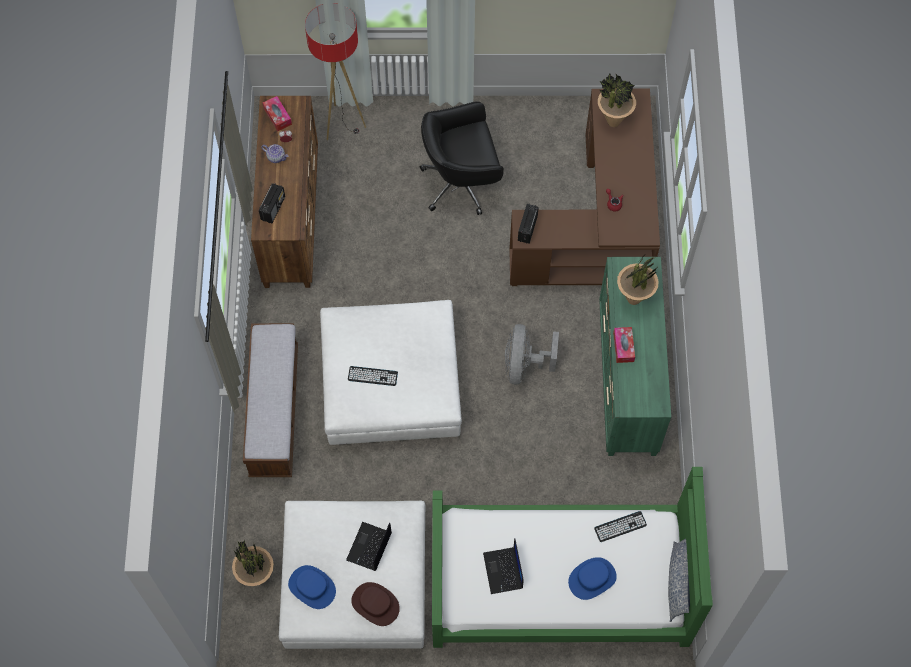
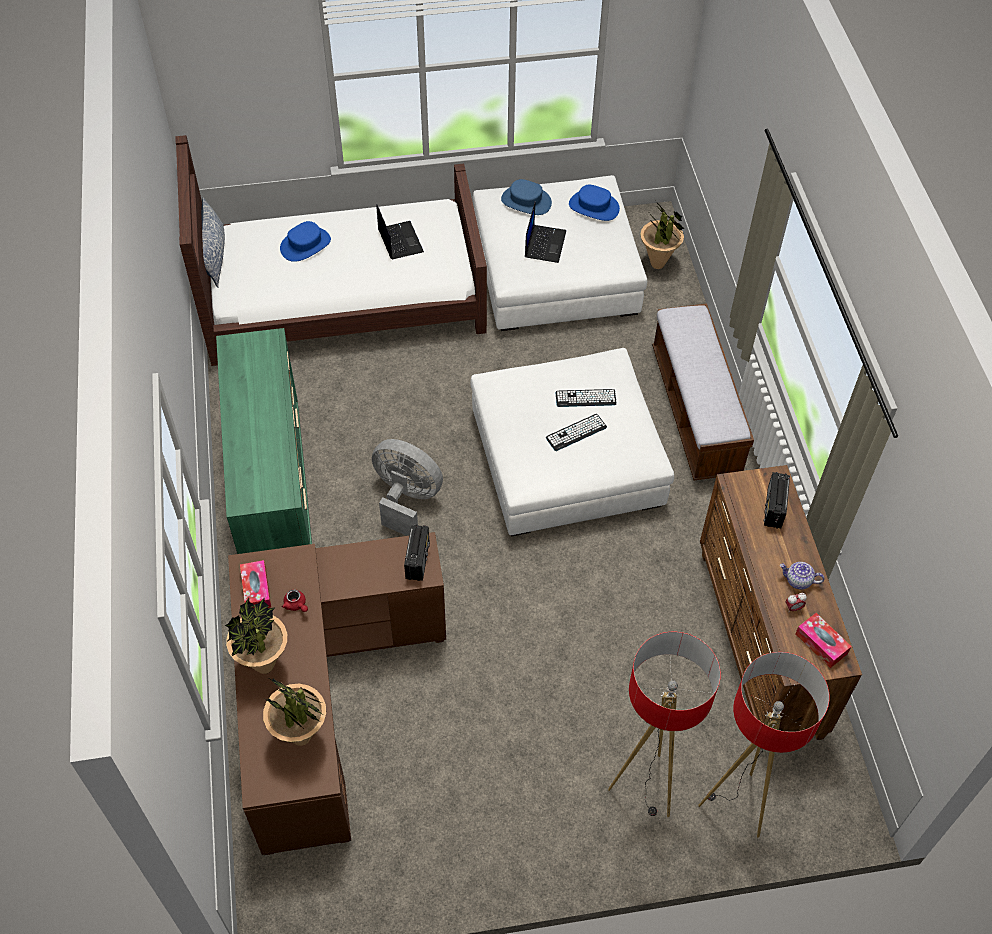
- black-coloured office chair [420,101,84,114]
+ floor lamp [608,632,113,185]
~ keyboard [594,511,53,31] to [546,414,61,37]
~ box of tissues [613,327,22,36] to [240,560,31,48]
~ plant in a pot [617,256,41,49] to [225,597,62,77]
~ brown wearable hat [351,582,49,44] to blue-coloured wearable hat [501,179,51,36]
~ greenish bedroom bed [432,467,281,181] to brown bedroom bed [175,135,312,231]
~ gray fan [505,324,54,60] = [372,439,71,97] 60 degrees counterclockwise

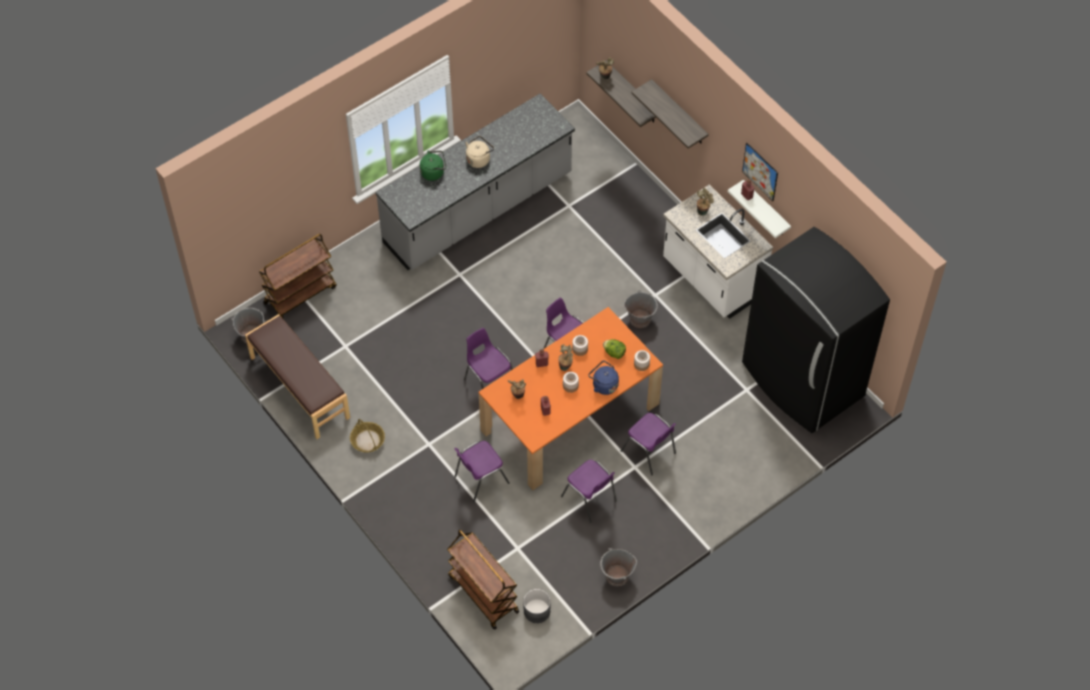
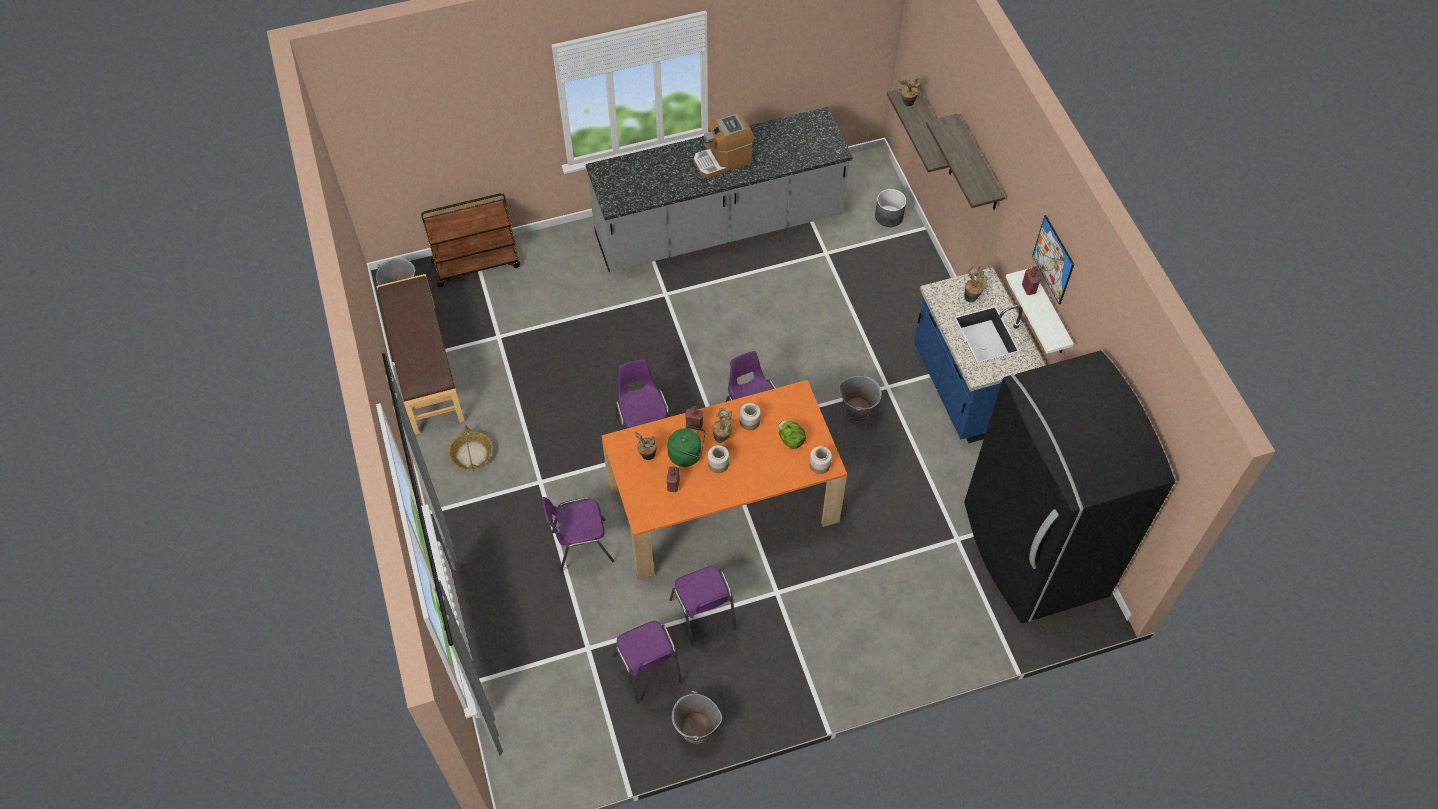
- brown trolley [447,530,72,100]
- blue-coloured kettle [588,360,31,35]
~ greenish kettle [420,150,26,31] to [667,423,38,44]
~ gray planter [523,589,28,34] to [875,189,31,38]
~ purple-coloured plain chair [621,413,55,62] to [613,621,69,83]
~ beige kettle [465,136,29,32] to coffee machine [693,113,61,65]
~ whitish counter [663,184,110,135] to blue-coloured counter [914,267,132,176]

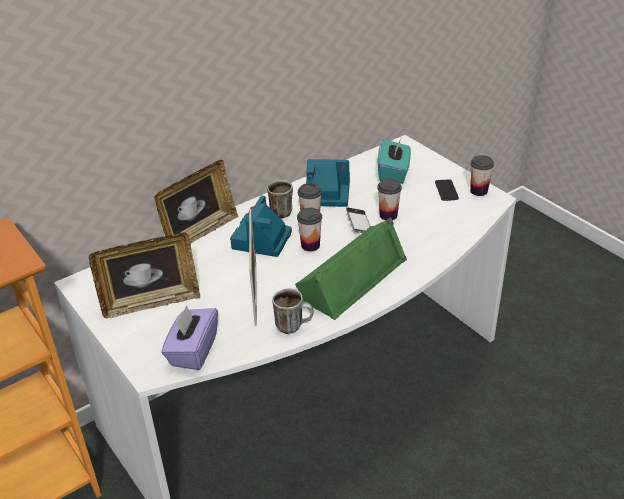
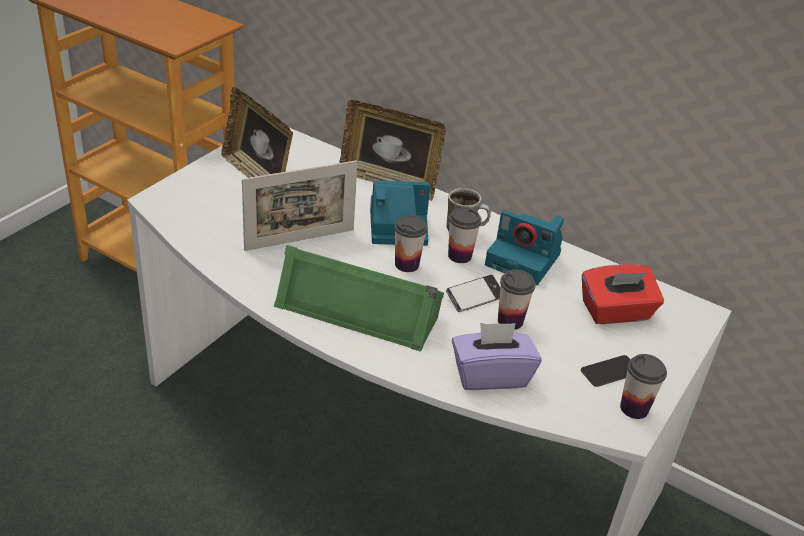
- mug [272,288,42,46]
~ purple-coloured box of tissues [162,305,56,65] to [452,323,90,67]
~ turquoise-coloured box of tissues [378,139,33,45] to reddish box of tissues [582,264,82,60]
~ still camera [306,159,44,48] = [485,210,79,75] 135 degrees clockwise

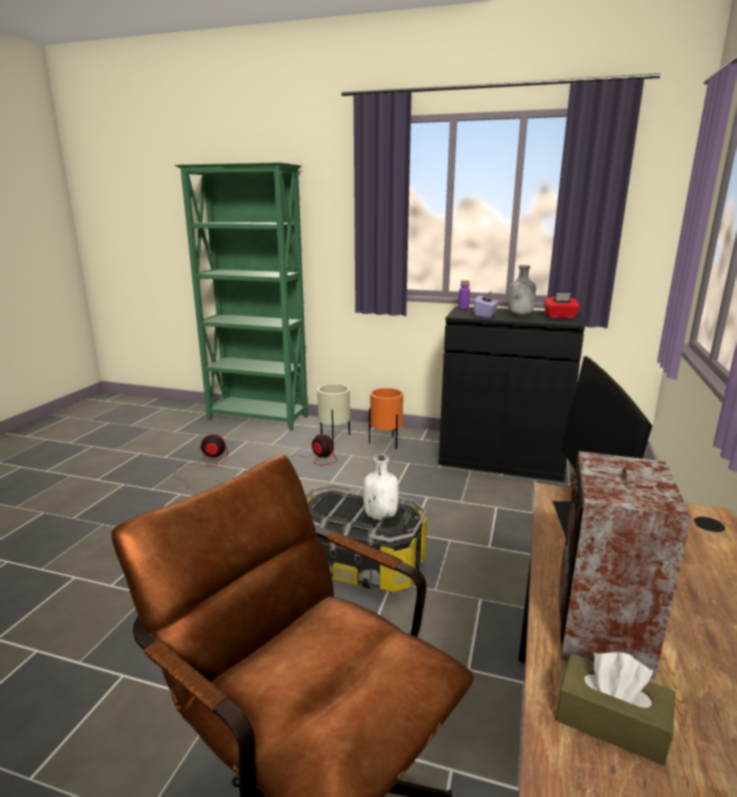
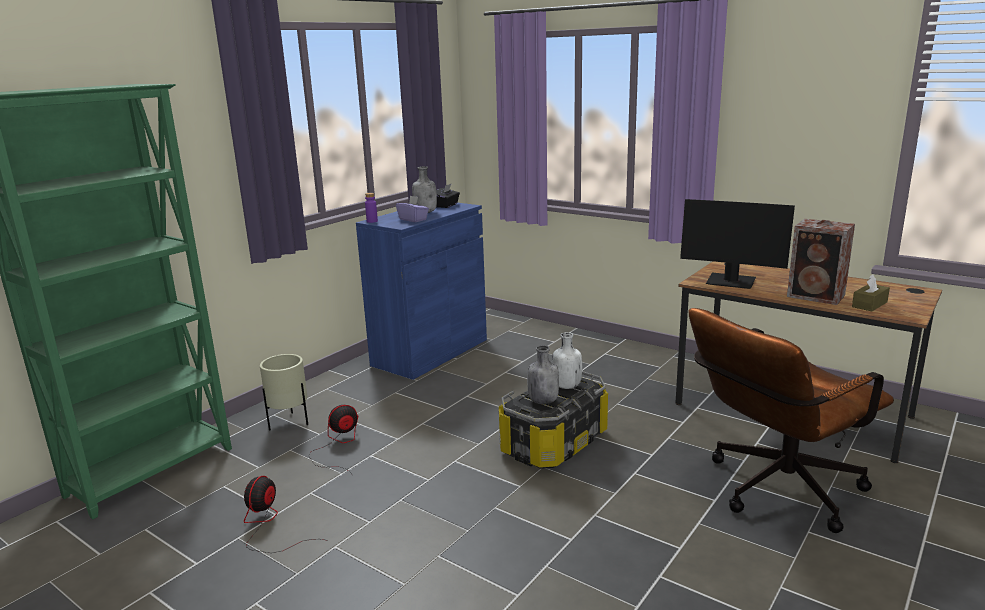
- orange planter [369,388,34,61]
+ gray bottle [527,345,32,59]
~ black-coloured cupboard [439,306,146,176] to blue-coloured cupboard [356,203,131,177]
~ reddish box of tissues [544,293,36,25] to black-coloured box of tissues [436,183,24,25]

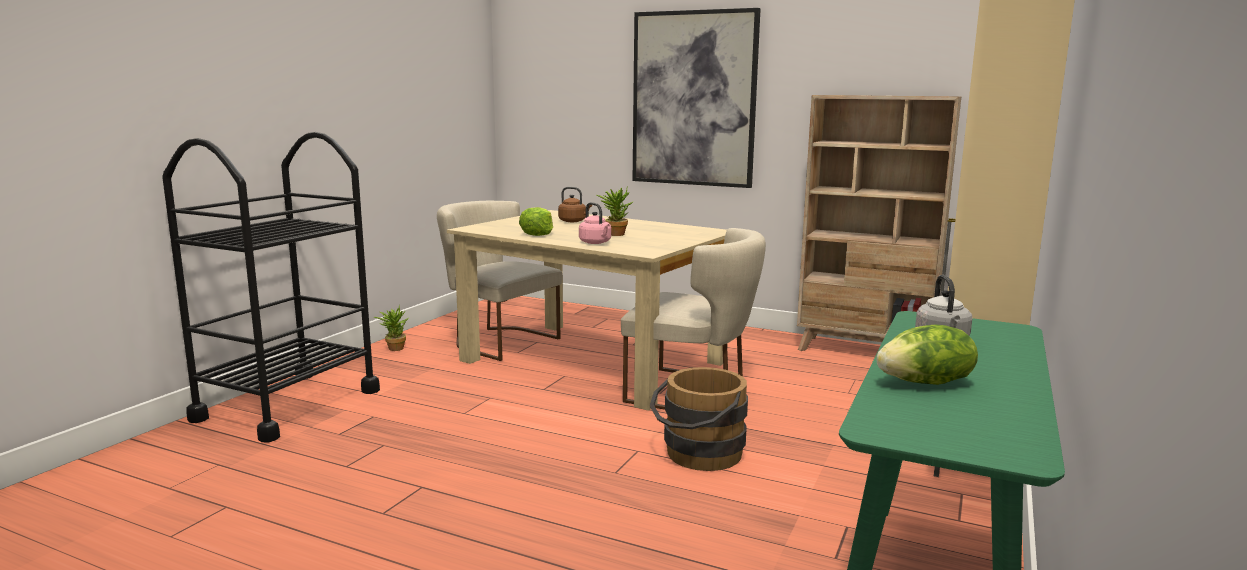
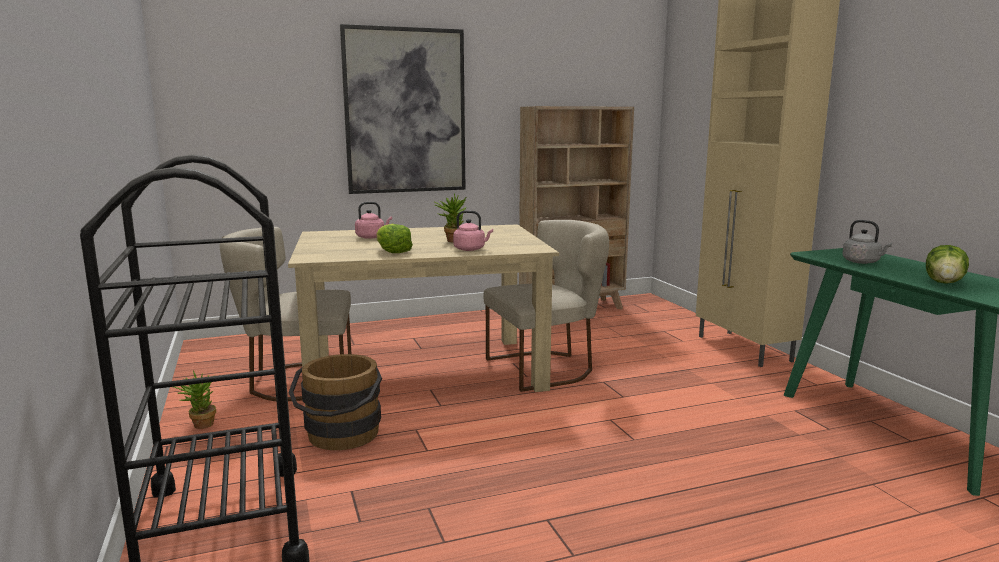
~ brown water bucket [650,367,98,104] to [289,354,93,96]
~ brown kettle [558,187,34,35] to pink kettle [355,202,37,37]

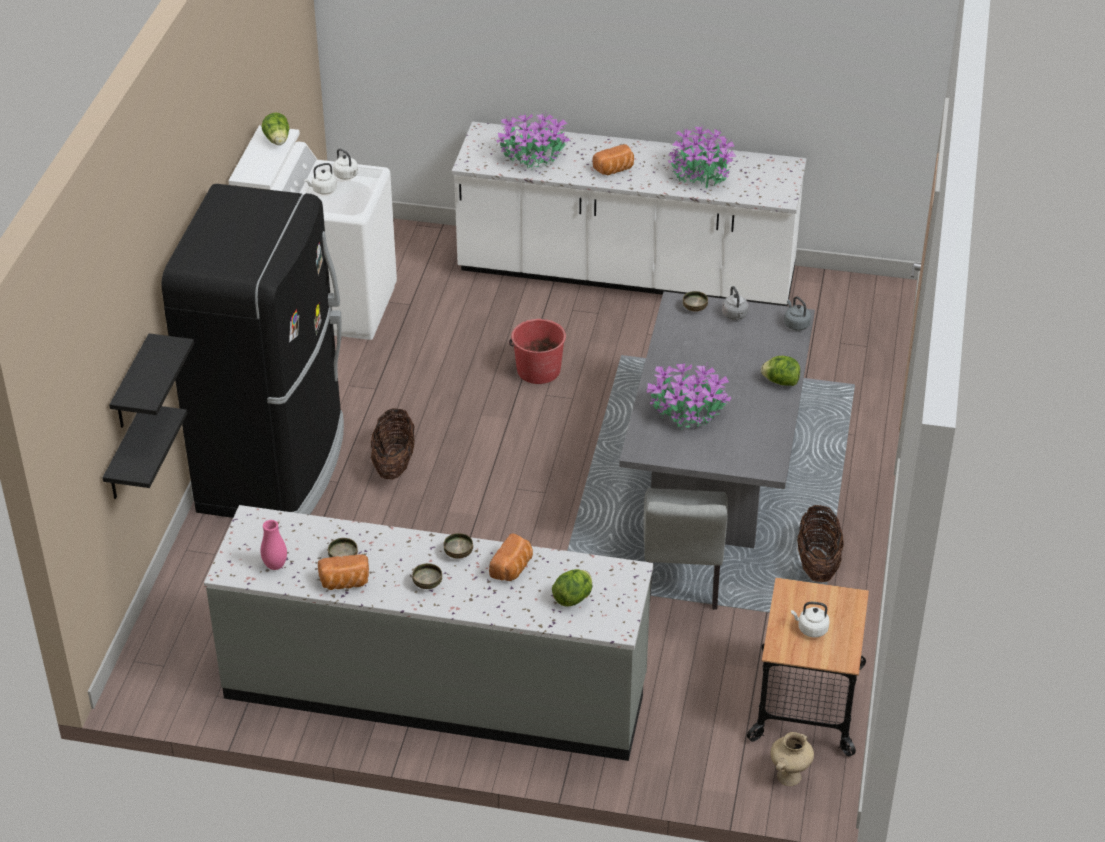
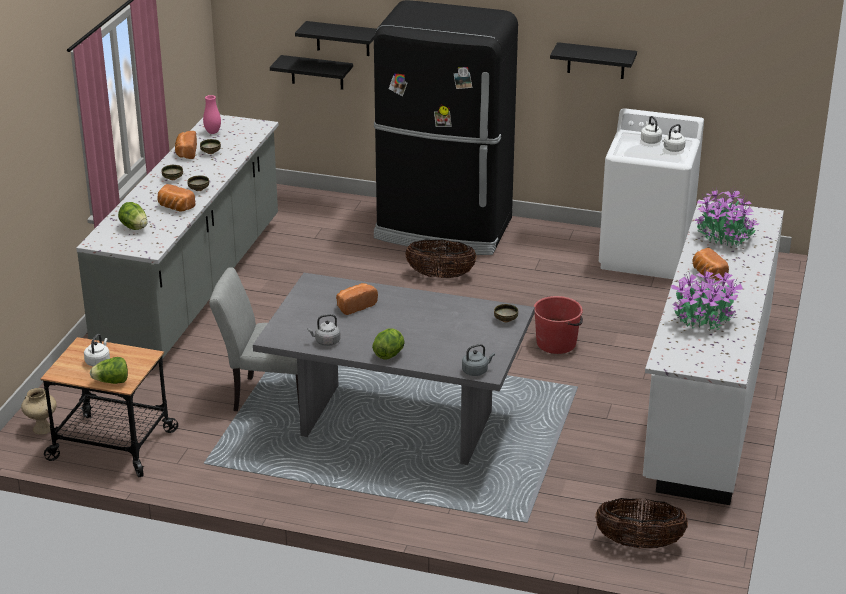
~ lettuce [261,113,28,32] to [90,357,38,27]
~ gray kettle [722,286,26,34] to [307,314,34,32]
~ storage basket [797,505,47,77] to [595,498,93,50]
~ plant in a pot [647,362,84,68] to bread [336,283,42,32]
~ whitish bracket shelf [228,125,72,65] to black-coloured bracket shelf [550,42,87,37]

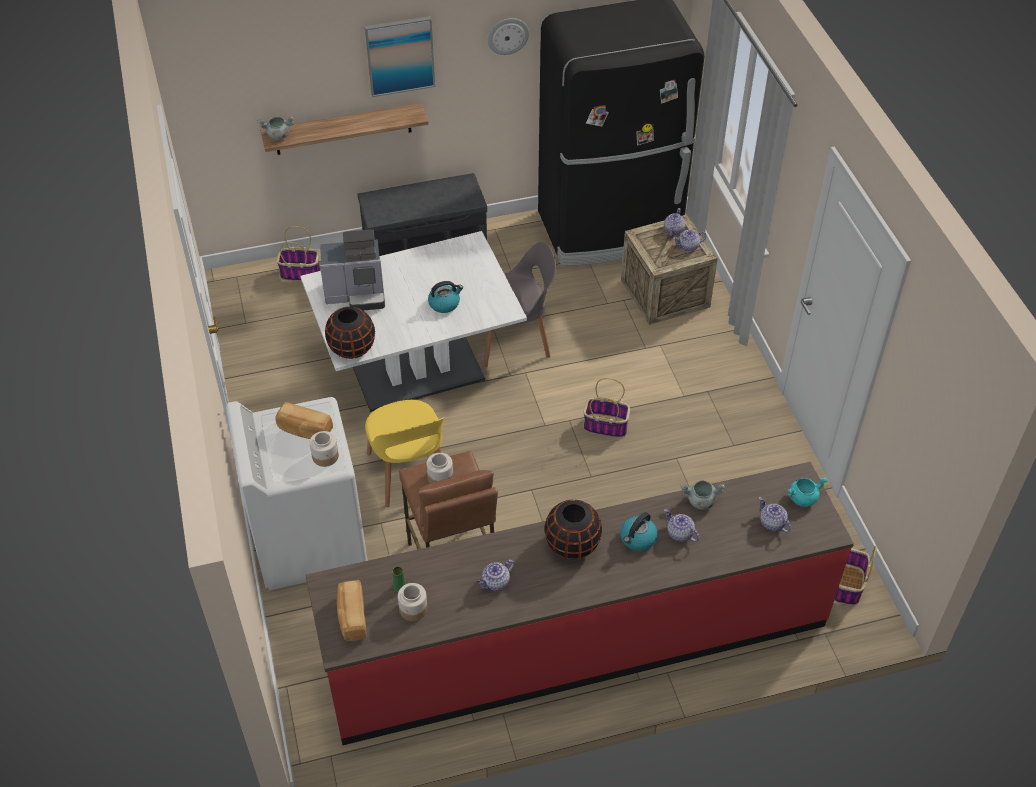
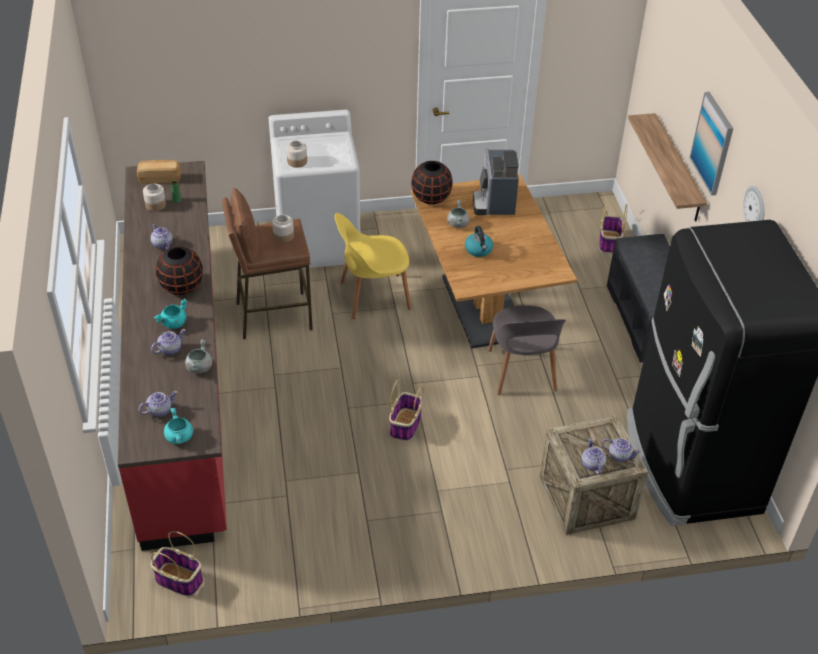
- bread [275,402,58,37]
~ gray saucepot [258,116,36,24] to [447,200,23,28]
~ kettle [620,512,38,39] to turquoise-coloured saucepot [154,298,33,31]
~ whitish dining table [300,231,227,181] to brown dining table [411,174,166,175]

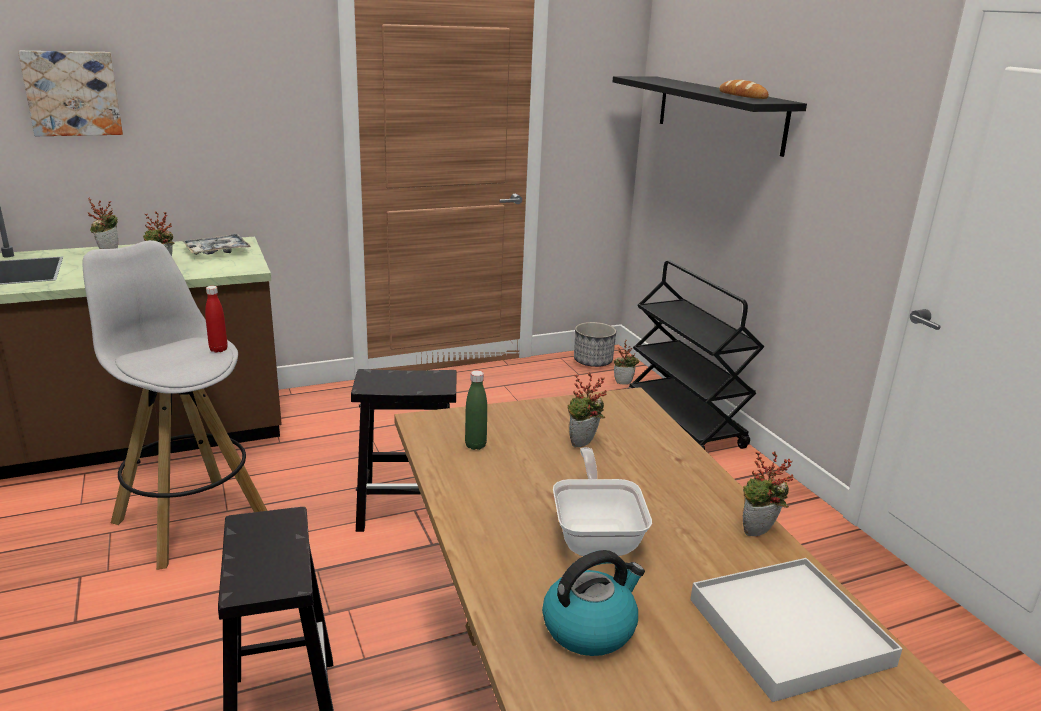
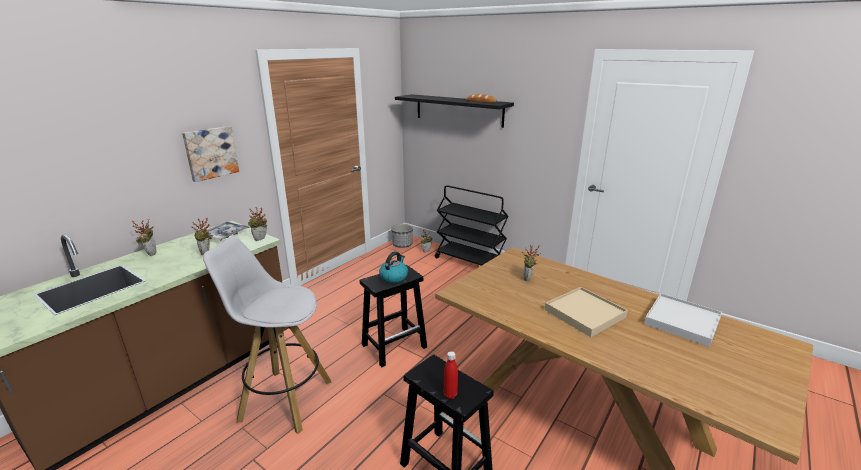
- greenish bottle [465,370,22,80]
~ wall art [18,51,105,85] to [182,126,57,56]
~ reddish bottle [205,286,23,67] to [444,351,14,48]
~ kettle [542,550,103,106] to [379,251,29,32]
~ plant in a pot [743,452,51,84] to [248,207,19,34]
~ skillet [553,447,99,109] to beige tray [545,287,83,50]

